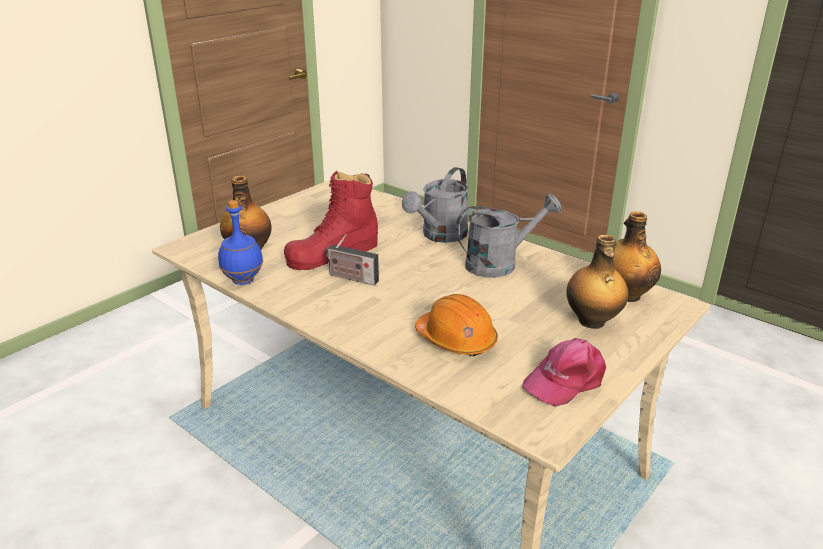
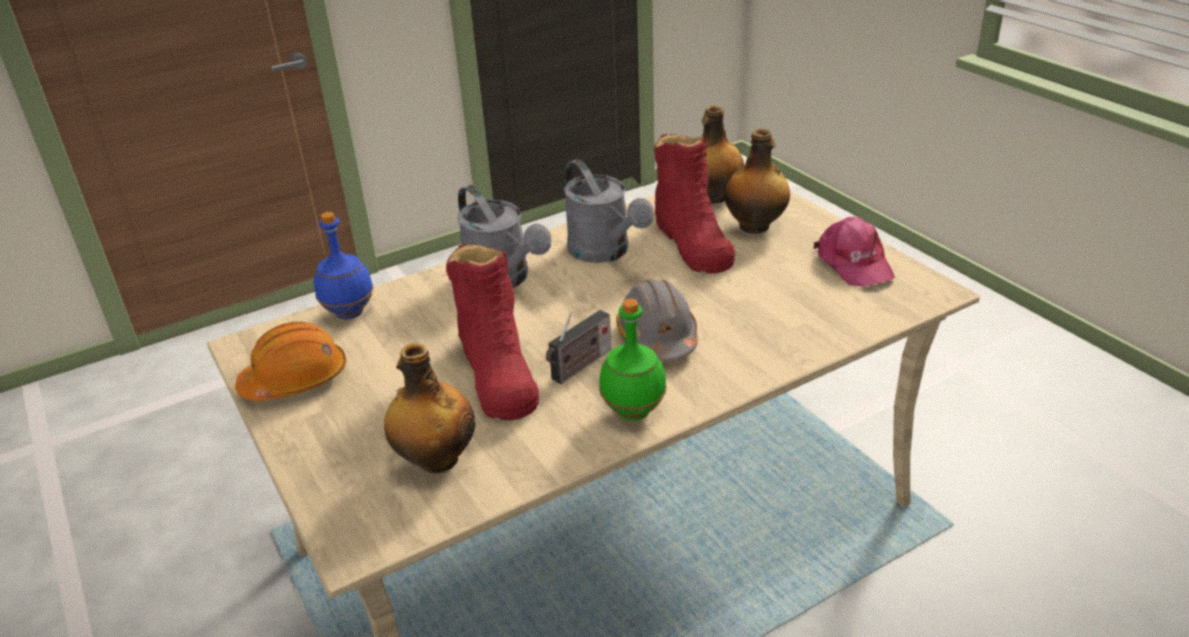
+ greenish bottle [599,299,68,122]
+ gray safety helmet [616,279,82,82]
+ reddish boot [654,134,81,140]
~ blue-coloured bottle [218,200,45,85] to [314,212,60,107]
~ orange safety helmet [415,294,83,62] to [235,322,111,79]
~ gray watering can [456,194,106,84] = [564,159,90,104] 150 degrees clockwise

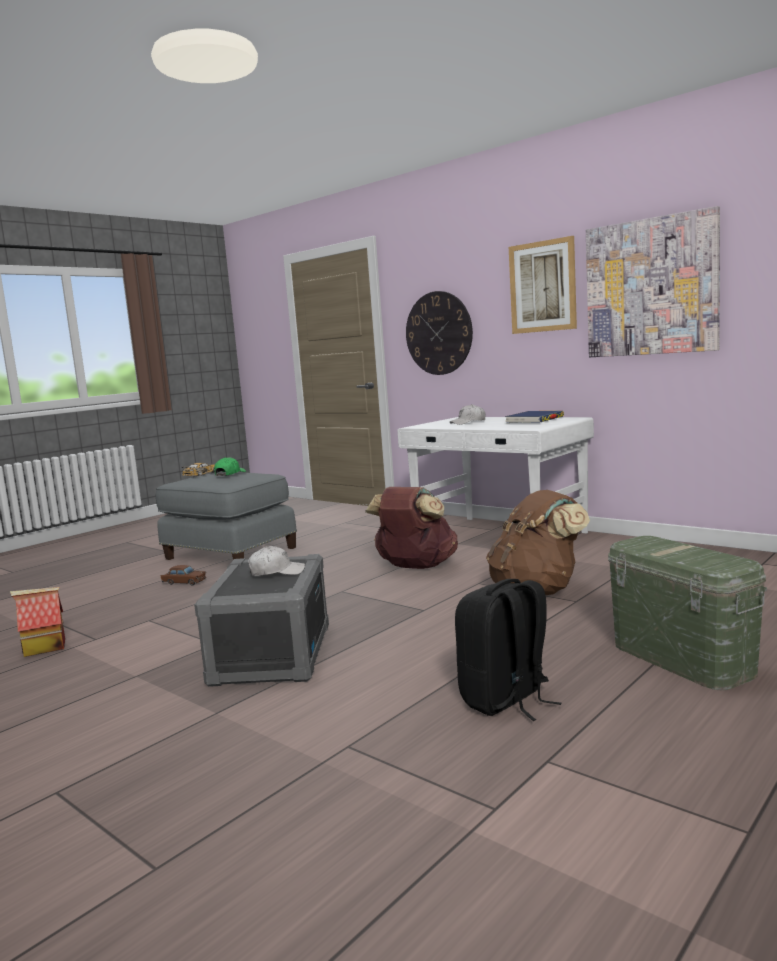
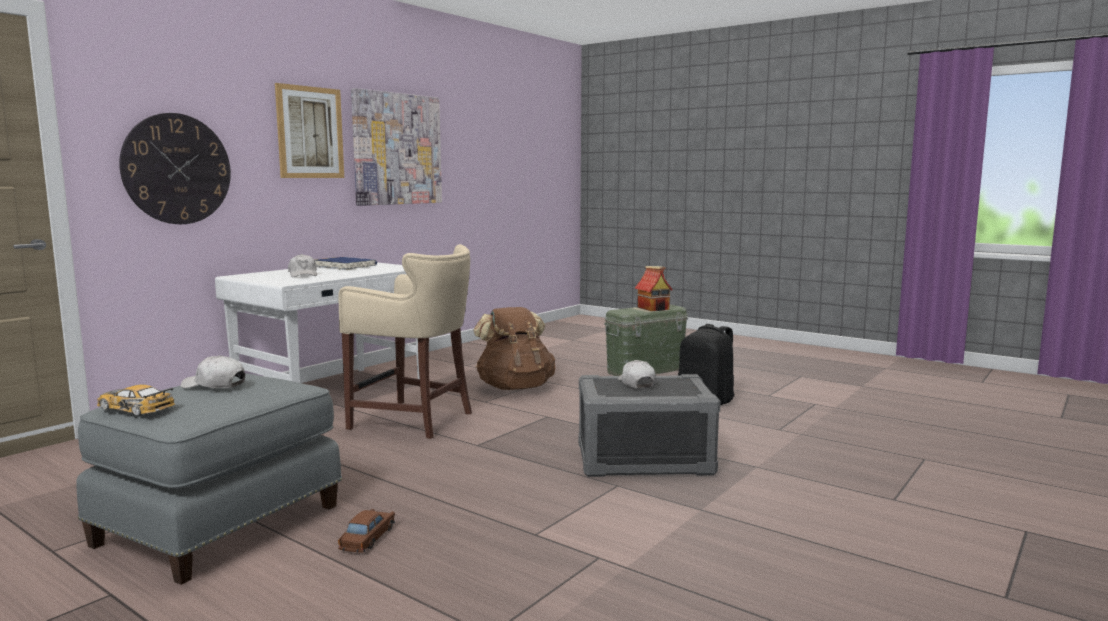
~ model house [10,587,55,70] to [634,266,38,45]
~ brown backpack [365,487,93,82] to beige stool [339,244,133,195]
~ greenish peaked cap [214,457,32,19] to whitish peaked cap [180,355,65,33]

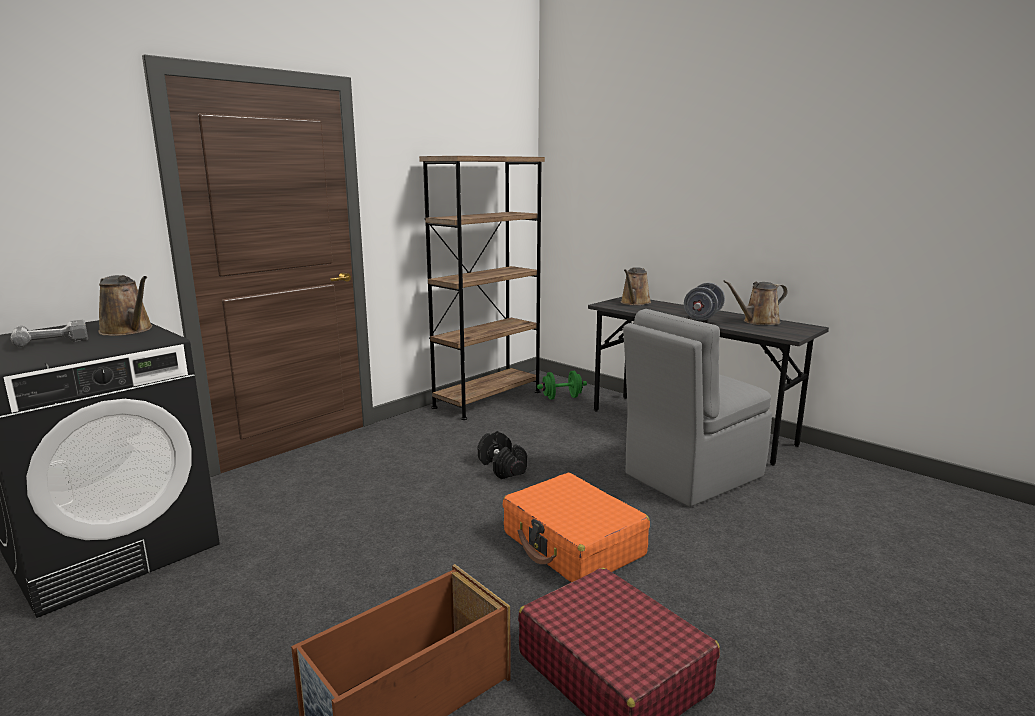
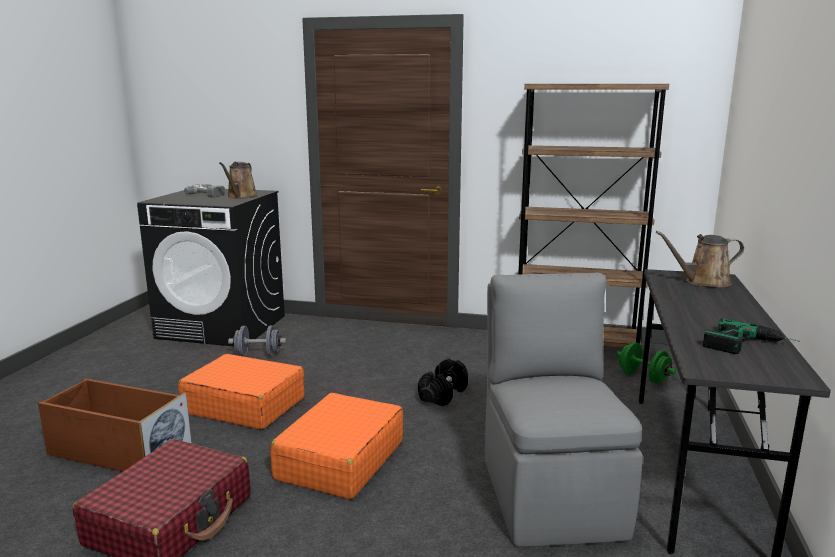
+ orange piece of luggage [178,354,126,76]
~ gray hand weight [684,283,41,38] to [228,326,59,31]
~ brown watering can [723,280,65,45] to drill [703,318,96,36]
~ gray plain chair [623,309,149,198] = [485,273,158,274] 60 degrees clockwise

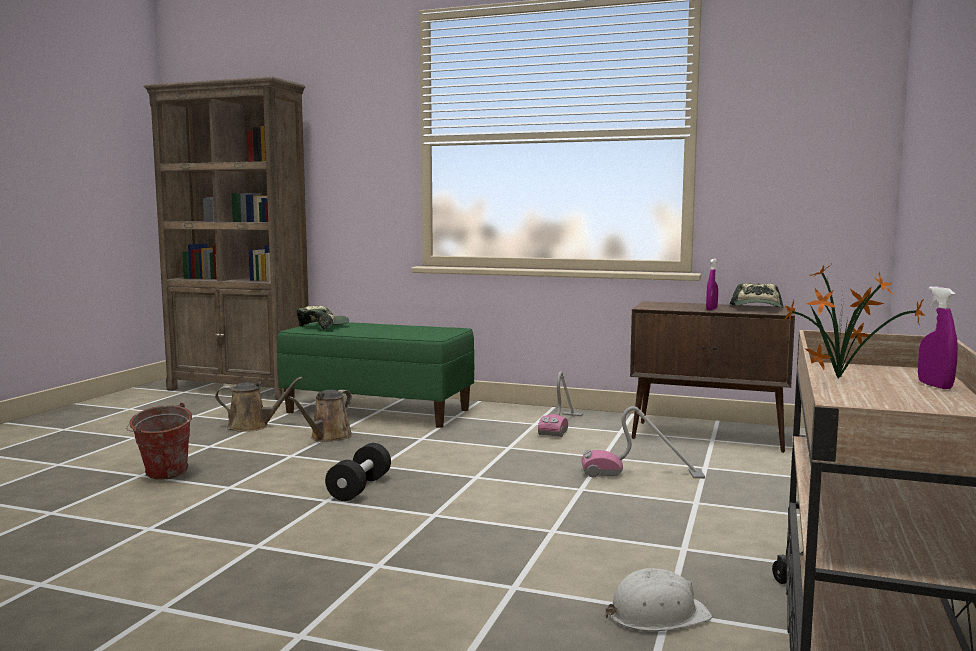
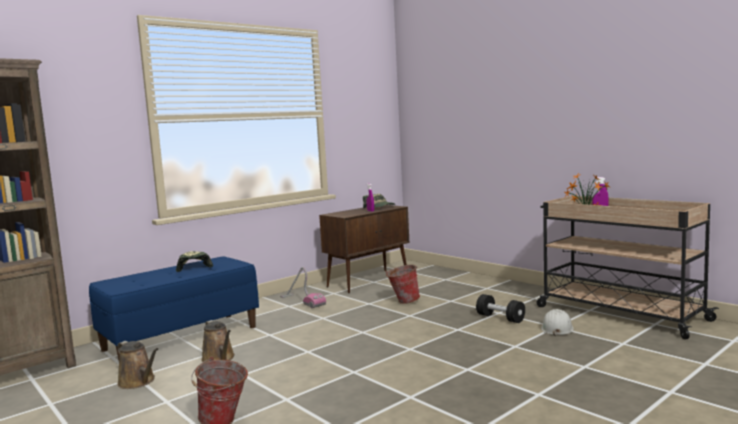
~ peaked cap [297,306,52,24] to [176,251,37,21]
~ black-coloured hand weight [325,443,66,58] to [476,294,49,29]
~ hoover [581,406,124,73] to water bucket [386,265,34,39]
~ greenish bench [277,322,197,106] to blue-coloured bench [89,256,170,104]
~ brown watering can [215,377,88,55] = [117,341,41,48] 105 degrees clockwise

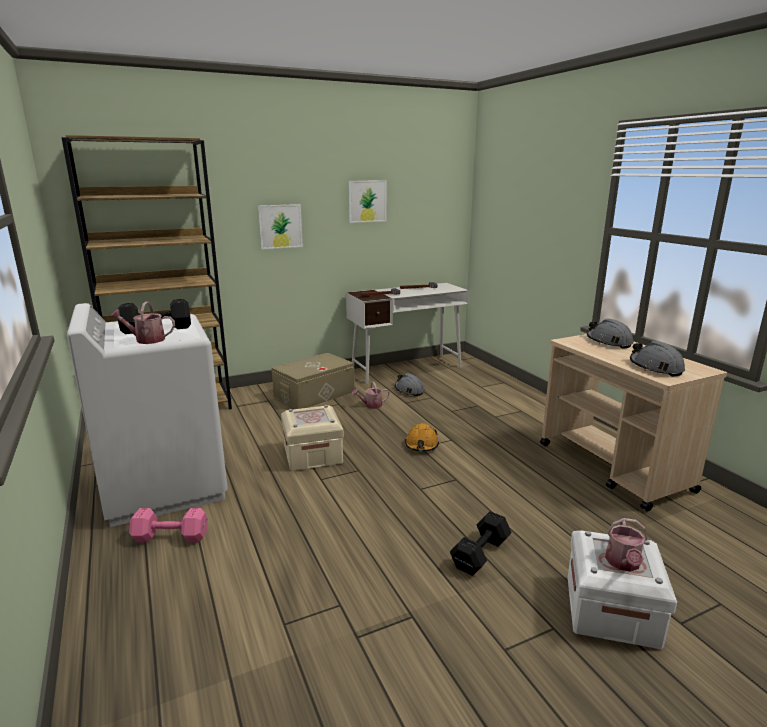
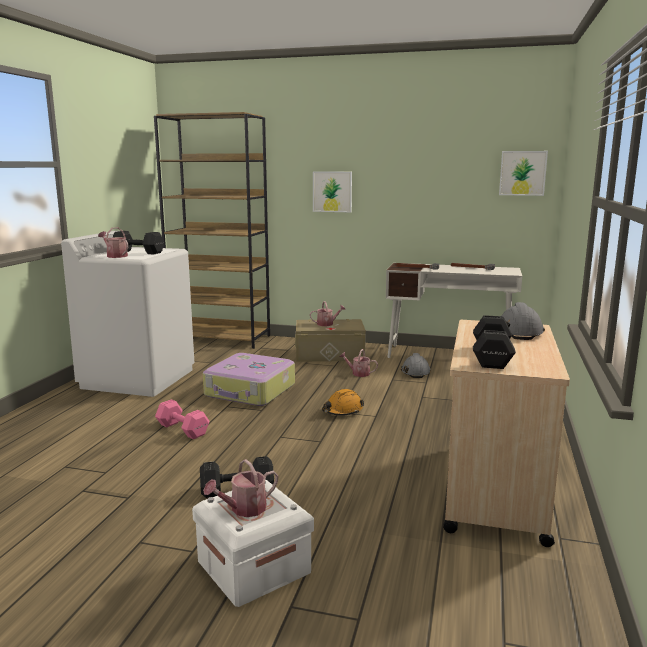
+ watering can [310,301,35,25]
~ pink hand weight [129,508,79,35] to [155,399,54,40]
~ wall art [349,180,38,43] to [499,151,49,45]
~ beige storage box [281,405,63,66] to piece of luggage [203,353,92,53]
~ gray safety helmet [630,341,55,36] to black-coloured hand weight [473,315,43,54]

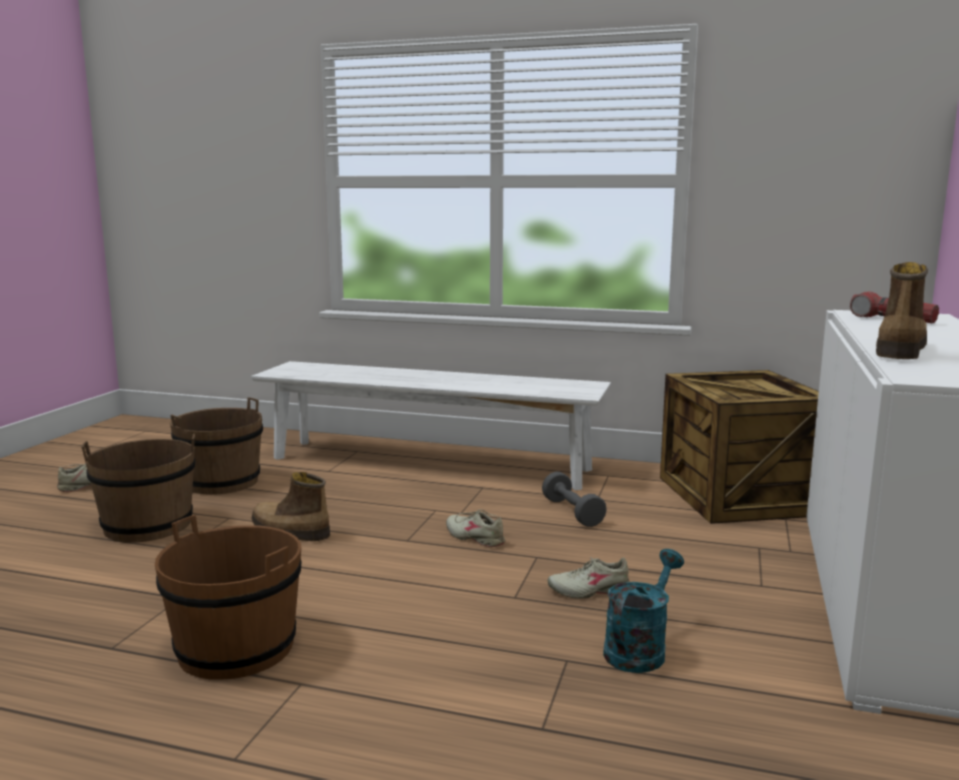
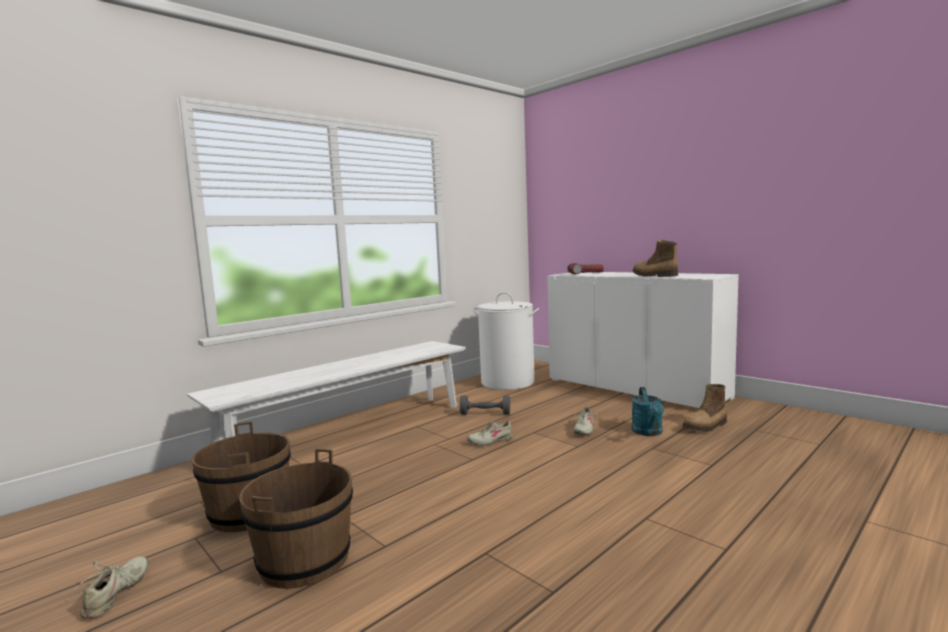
- brown water bucket [155,515,146,165]
~ boot [251,472,79,69] to [682,384,45,48]
~ packing crate [660,370,159,154] to whitish hamper [473,292,66,98]
~ turquoise-coloured watering can [603,549,81,124] = [632,387,32,49] 150 degrees counterclockwise

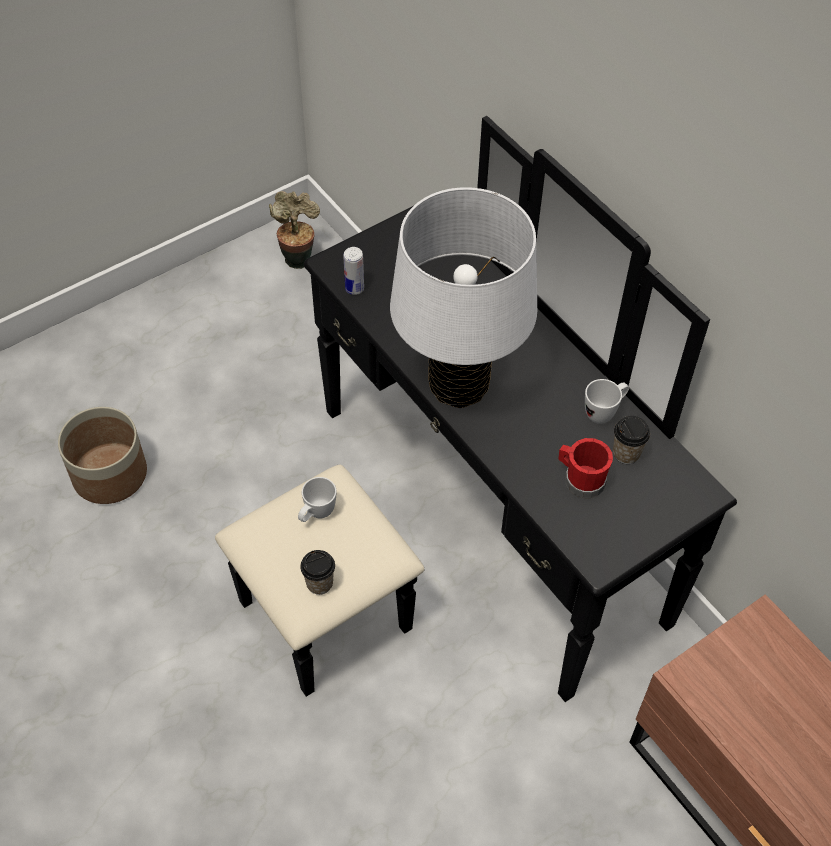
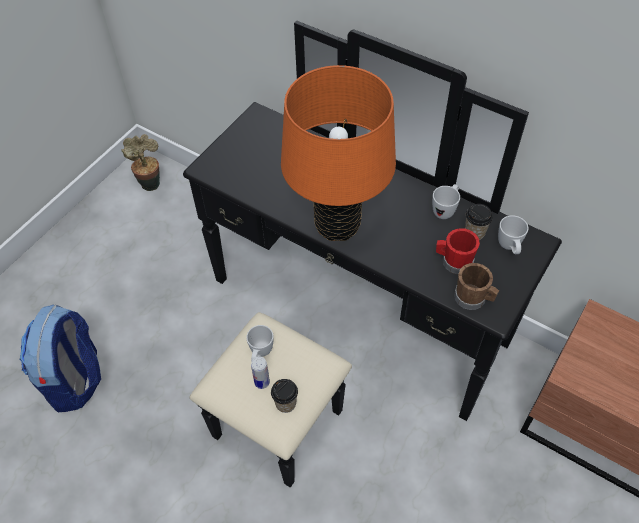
+ brown mug [454,263,45,47]
+ whitish mug [498,215,30,39]
~ sealed can [343,247,21,48] to [251,356,19,33]
~ planter [58,407,89,97] to backpack [20,304,81,108]
~ whitish table lamp [390,187,147,221] to orange table lamp [281,65,115,176]

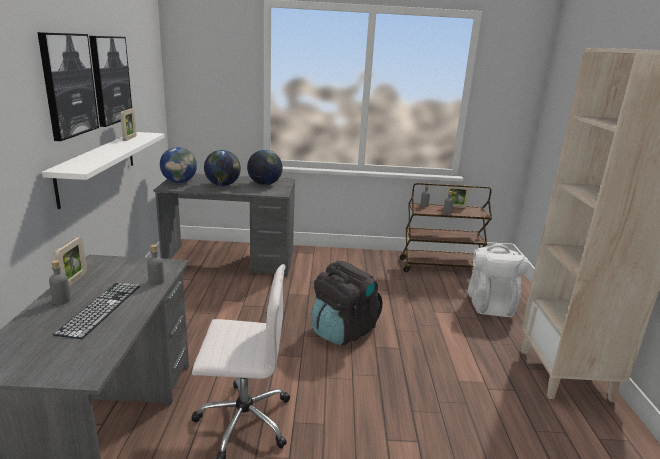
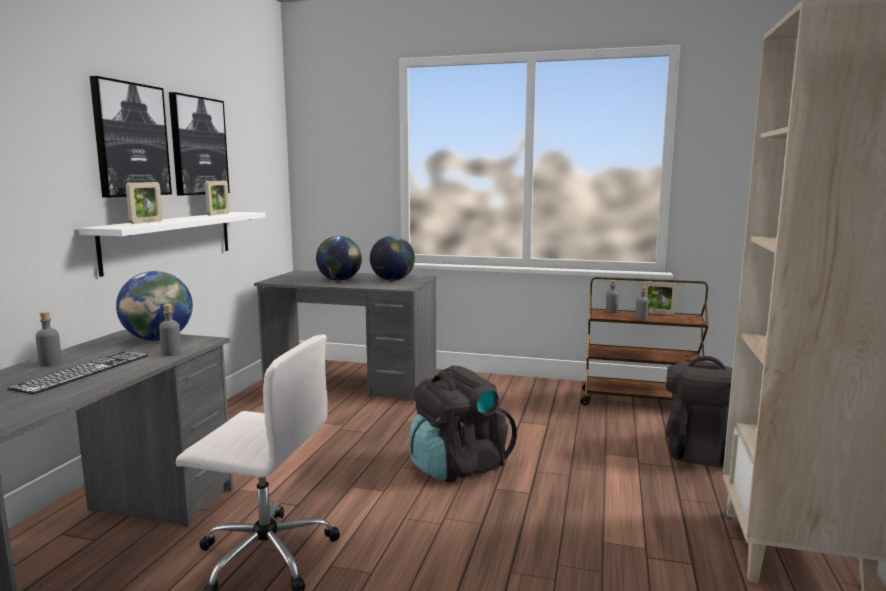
~ standing frame [54,237,33,49] to [126,182,37,42]
~ globe [160,147,37,36] to [116,271,77,70]
~ whitish backpack [468,244,61,73] to black-coloured backpack [665,356,67,112]

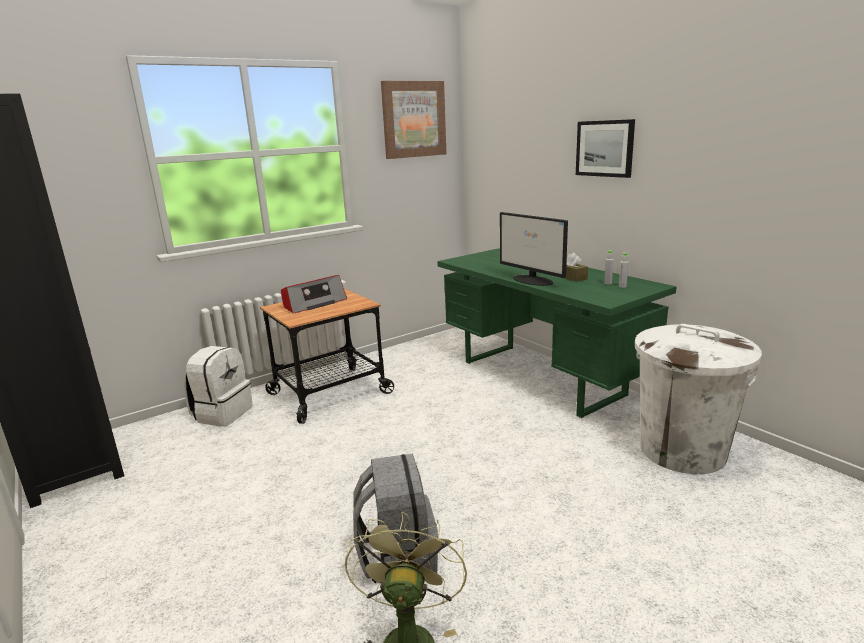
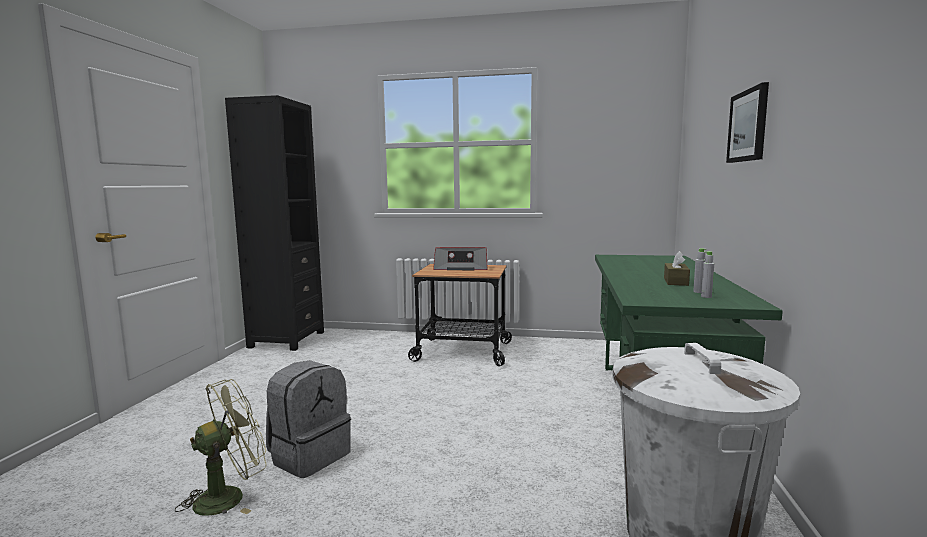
- whitish backpack [184,346,69,80]
- wall art [381,81,65,78]
- computer screen [500,212,68,74]

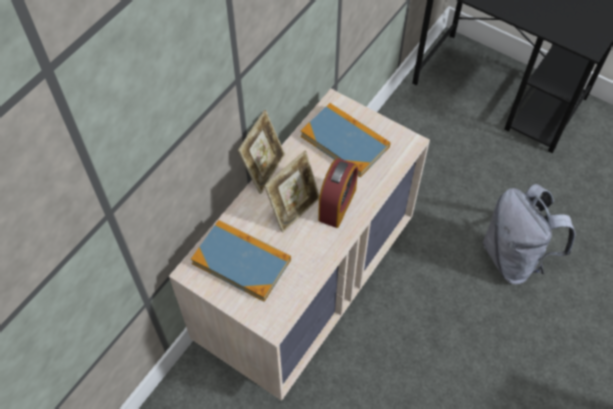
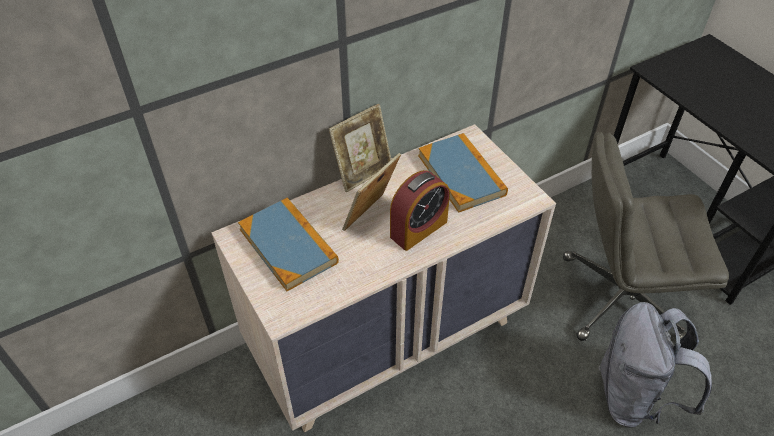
+ gray office chair [563,132,166,209]
~ standing frame [264,151,56,82] = [342,153,59,78] 150 degrees clockwise

